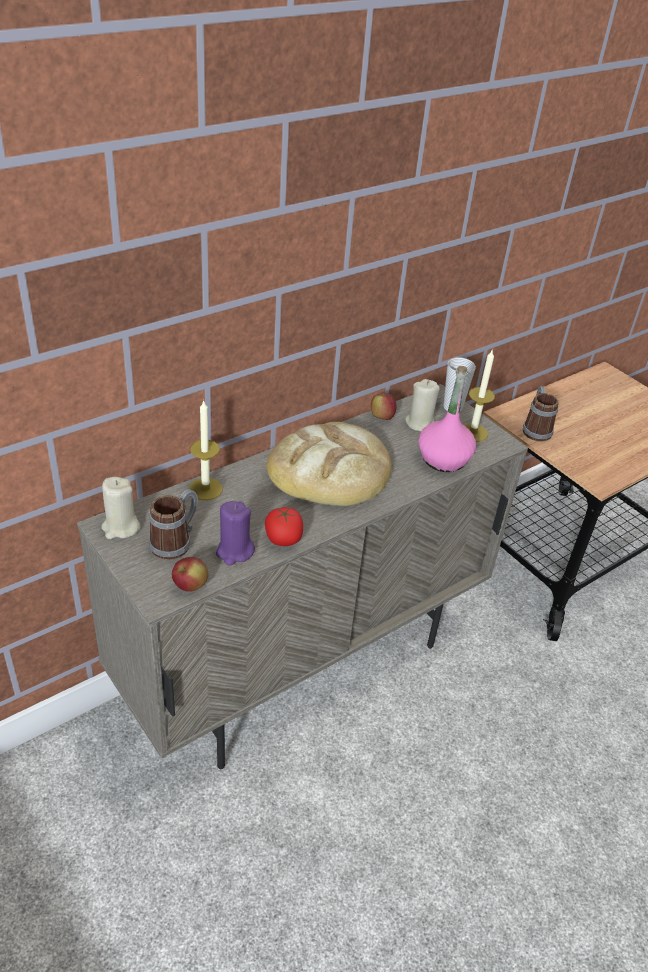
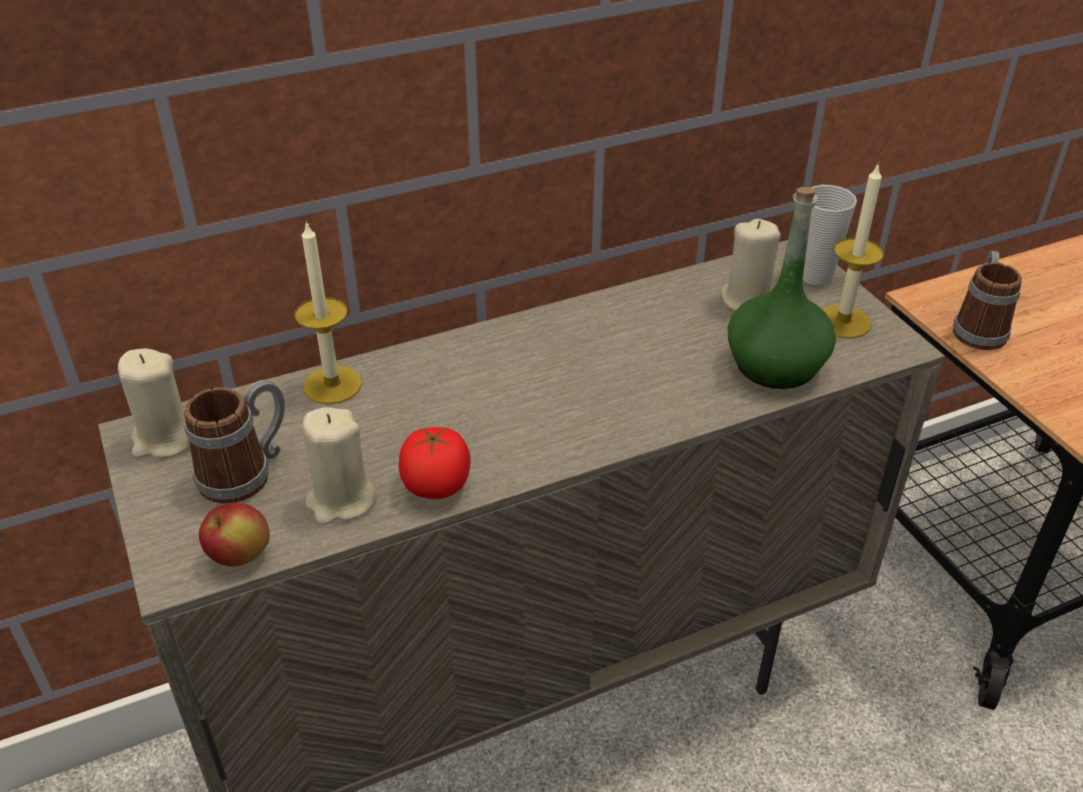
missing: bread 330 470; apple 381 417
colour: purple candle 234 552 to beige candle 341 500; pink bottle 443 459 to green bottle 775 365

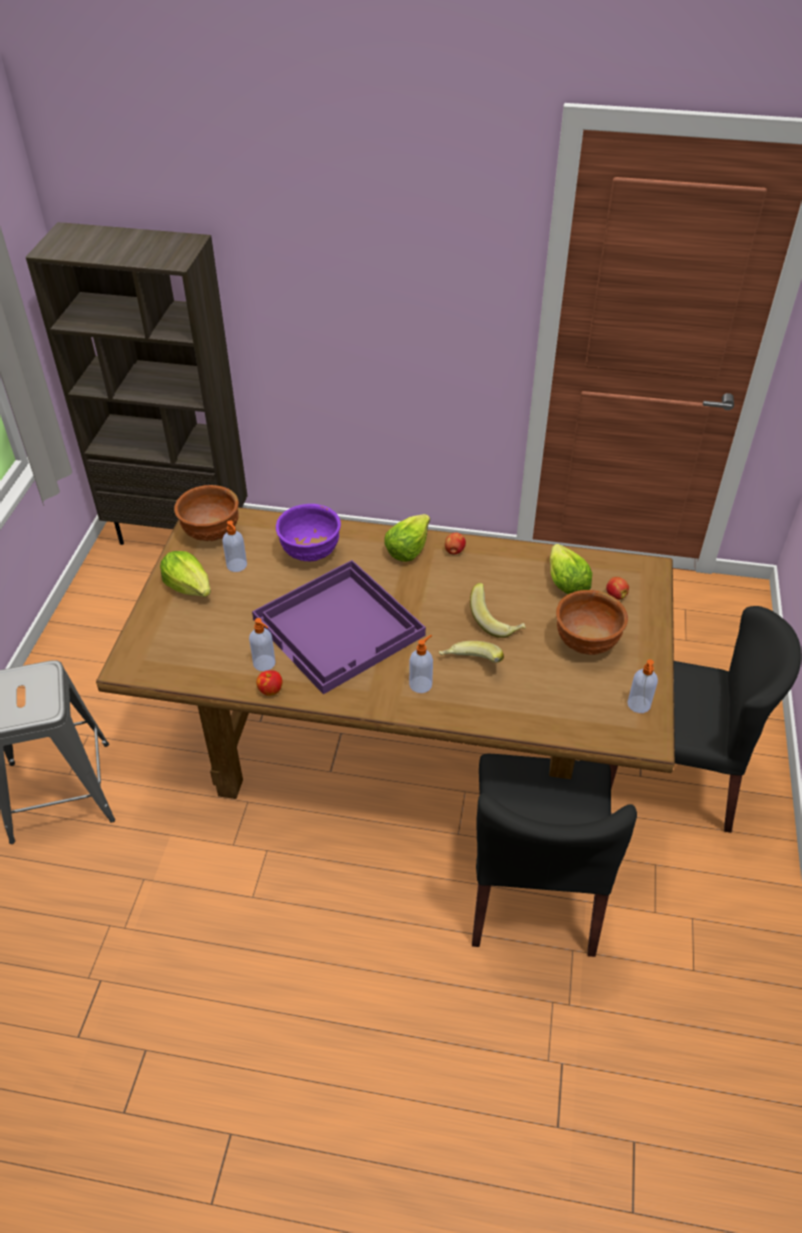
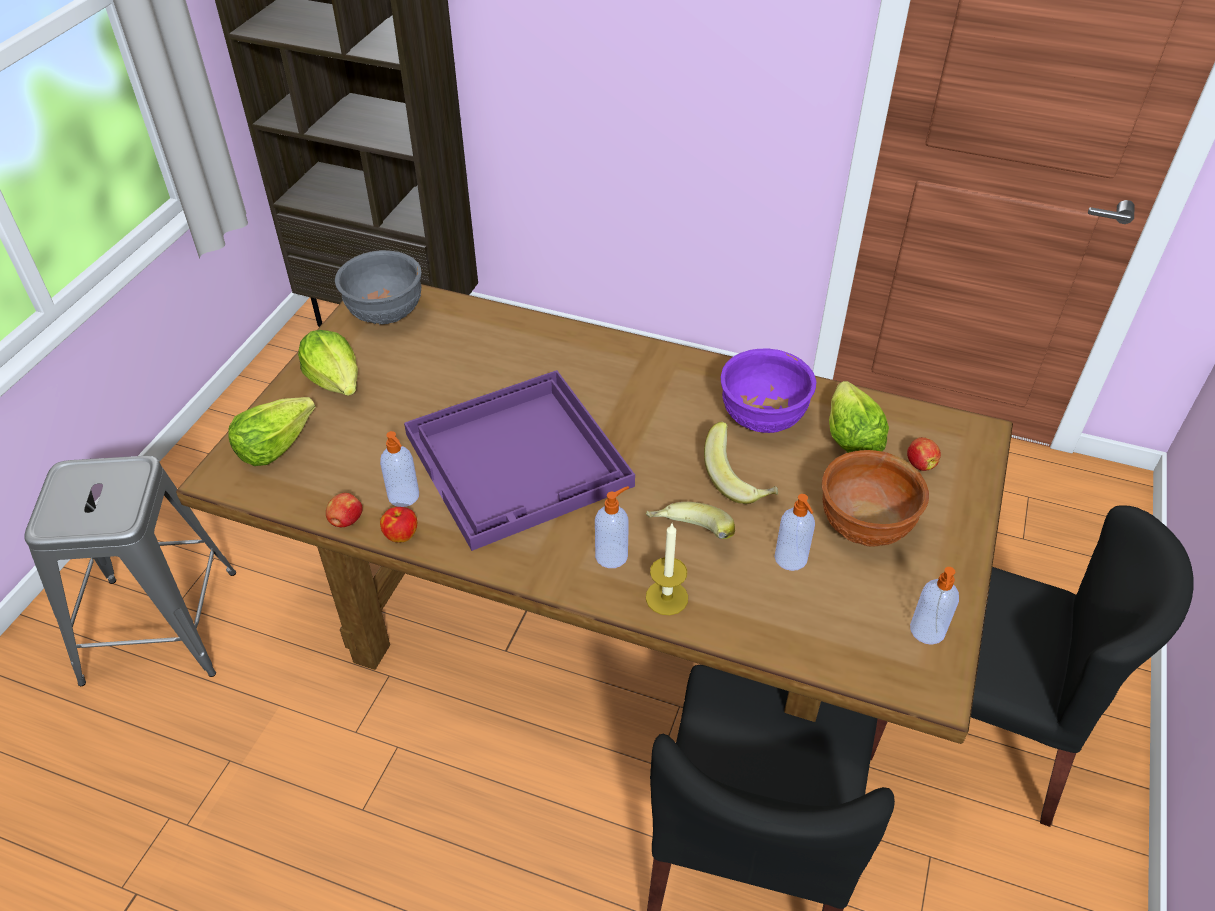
appeared: candle 666 597
relocated: soap dispenser 237 566 to 791 559; purple bowl 309 553 to 761 419; lettuce 407 548 to 274 445; apple 454 551 to 346 521
colour: brown bowl 210 533 to grey bowl 385 314

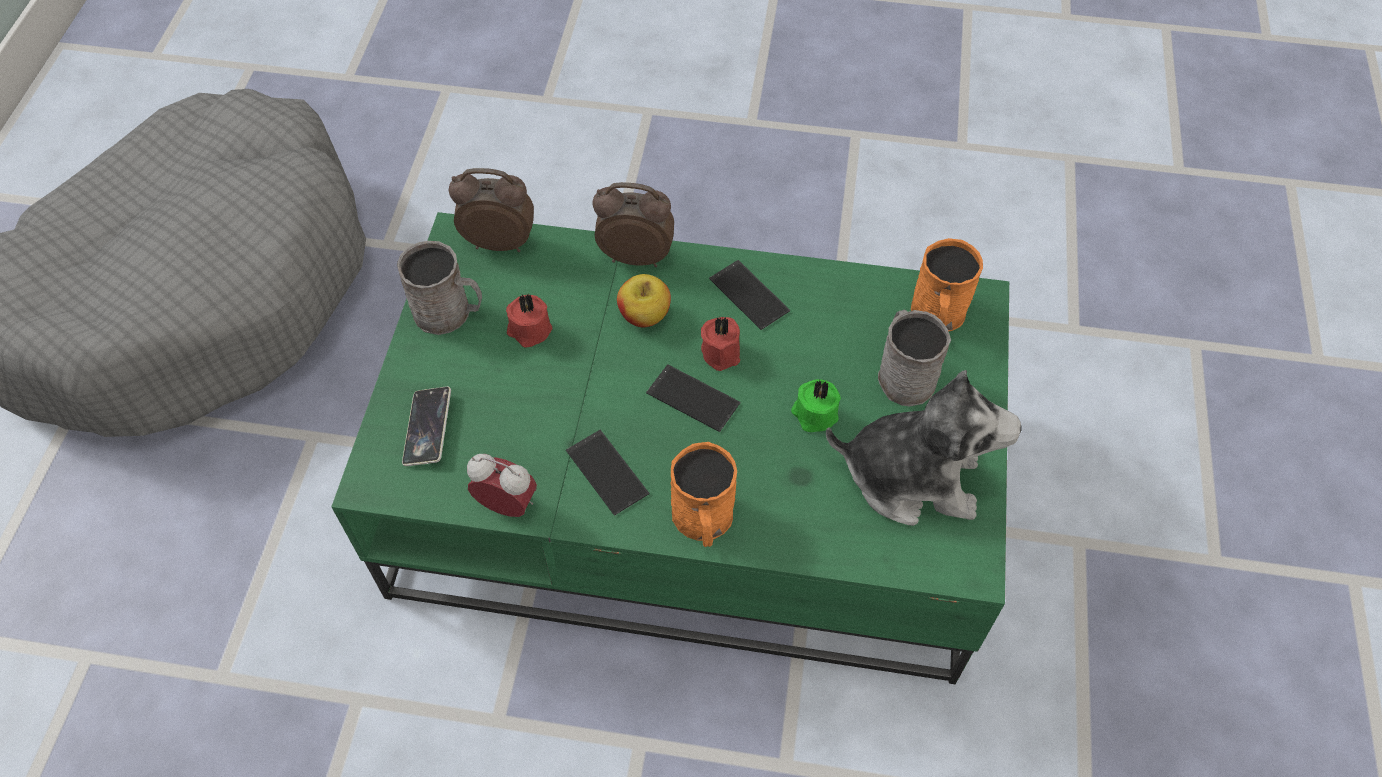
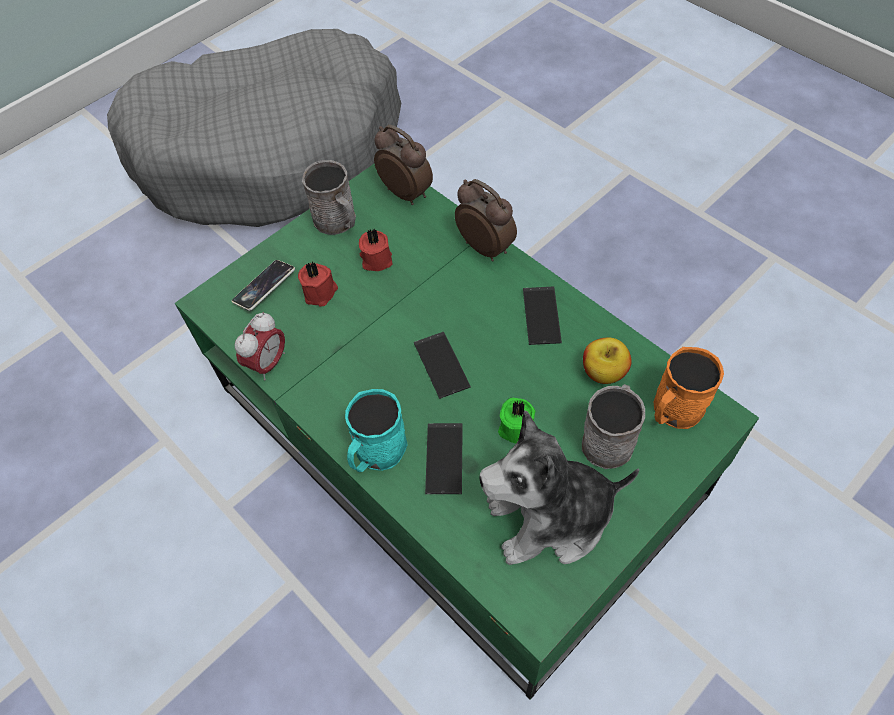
relocated: phone 607 472 to 444 458; apple 644 315 to 603 372; red candle 722 352 to 321 293
colour: orange mug 703 521 to turquoise mug 376 453
spun: alarm clock 507 505 = 268 364 60 degrees clockwise; plush toy 912 476 = 550 517 120 degrees clockwise

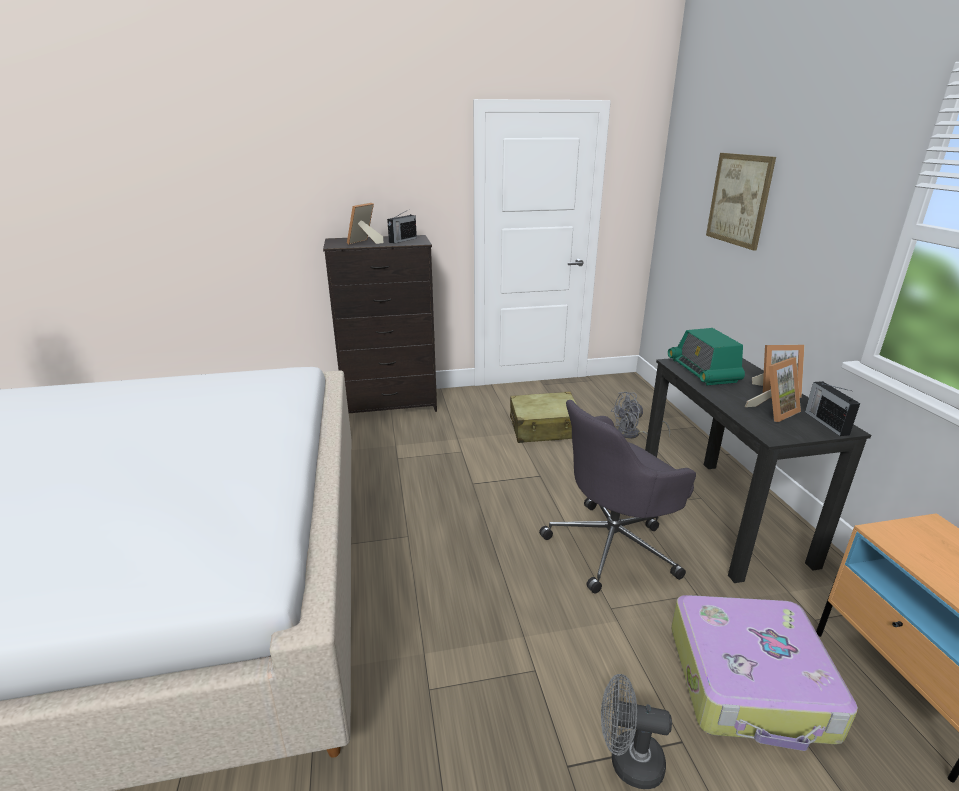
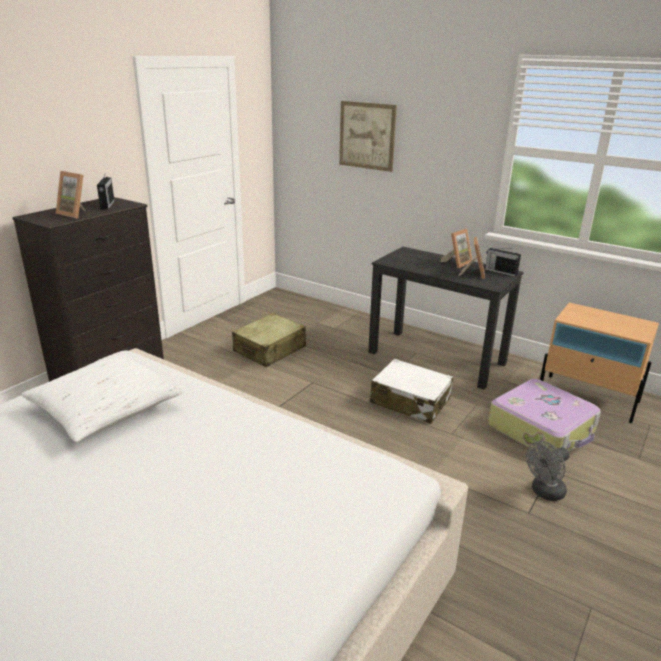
missing: grey fan 633 435; radio 703 371
appeared: white pillow 105 409
exchanged: grey office chair 613 546 to white suitcase 410 401
spun: picture frame 364 243 = 76 214 45 degrees counterclockwise

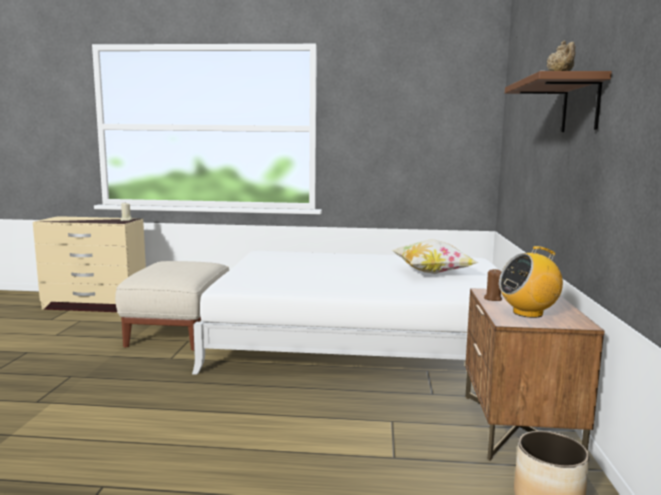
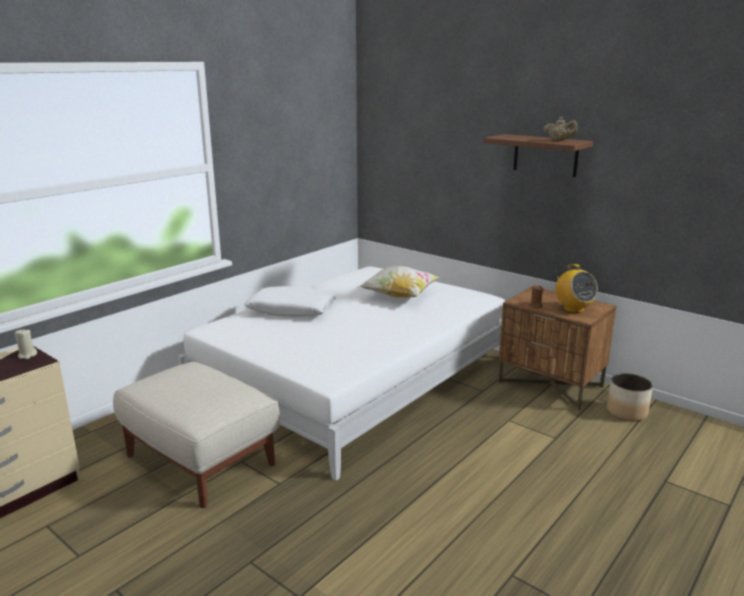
appeared: white pillow 291 310
spun: radio 528 313 = 573 309 45 degrees counterclockwise

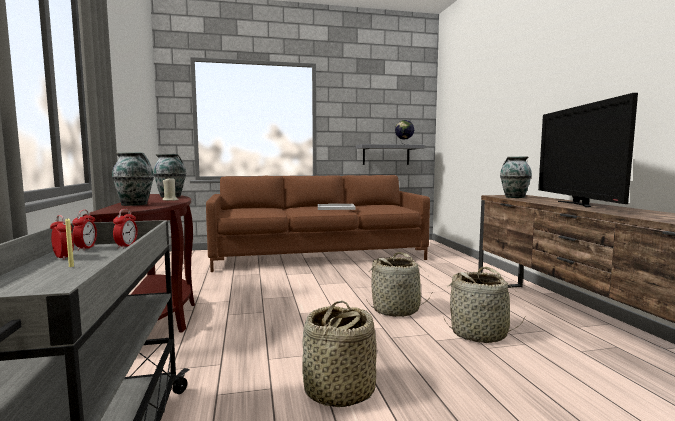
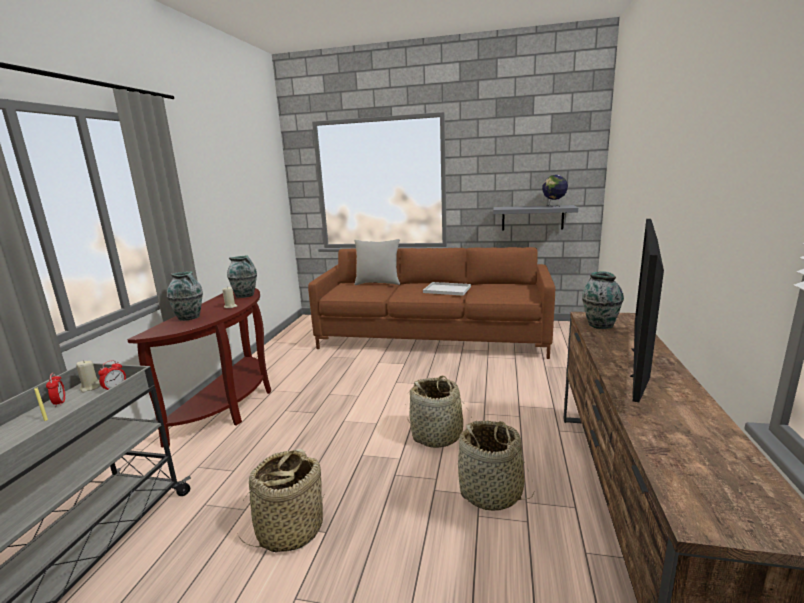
appeared: grey pillow 378 283
exchanged: alarm clock 86 248 to beige candle 90 388

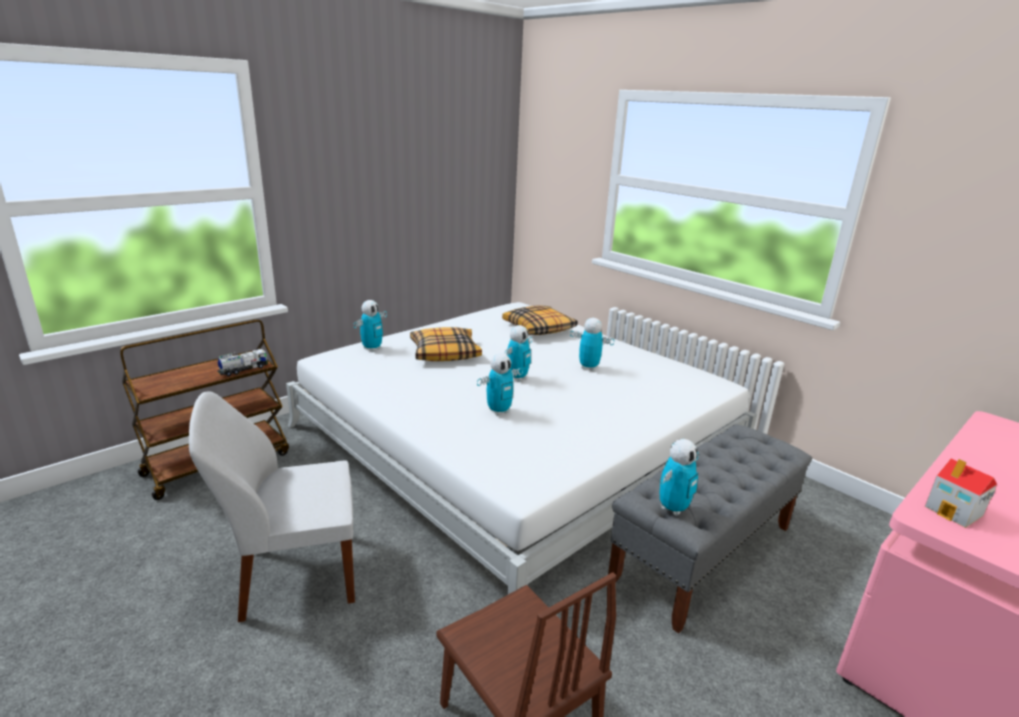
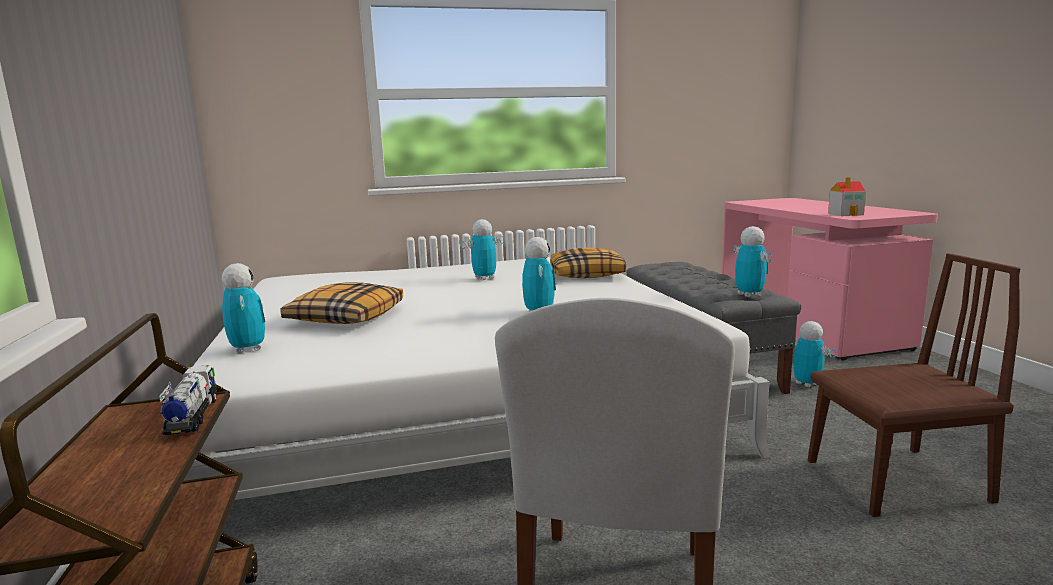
relocated: pillow 539 328 to 587 274; toy robot 517 378 to 806 384

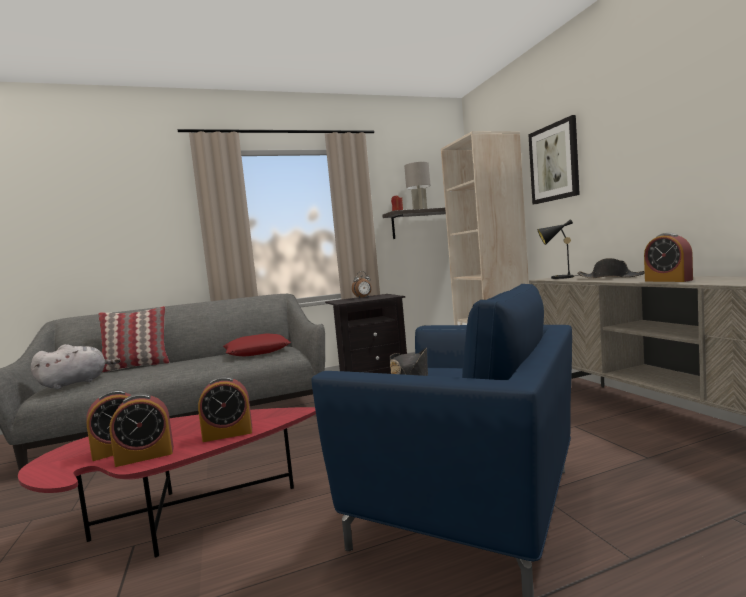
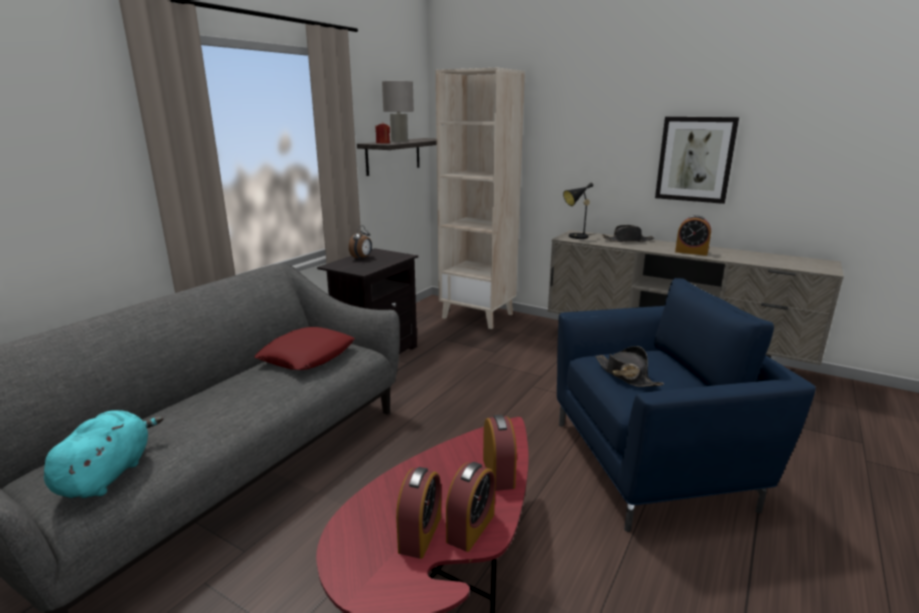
missing: pillow 136 366
relocated: picture 554 162 to 695 159
colour: grey plush toy 76 383 to turquoise plush toy 108 474
spun: alarm clock 228 434 = 498 473 45 degrees counterclockwise

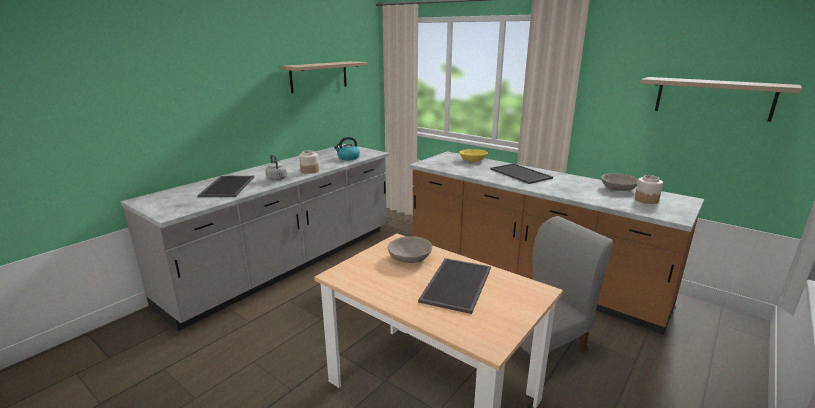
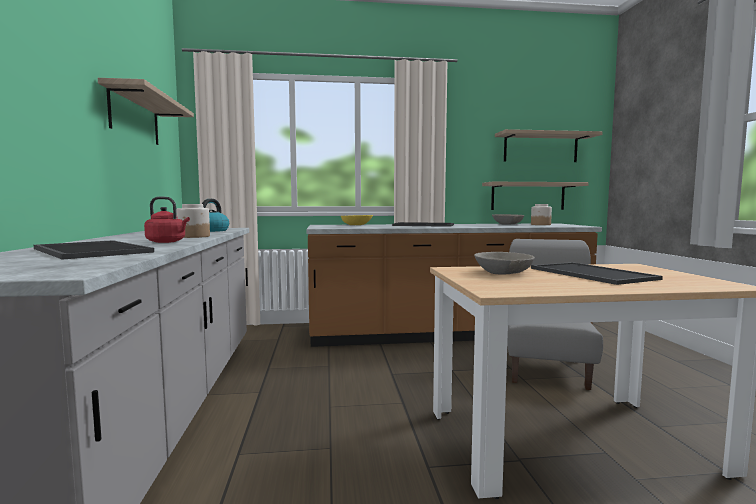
appeared: shelf 528 196
colour: grey kettle 277 179 to red kettle 168 242

